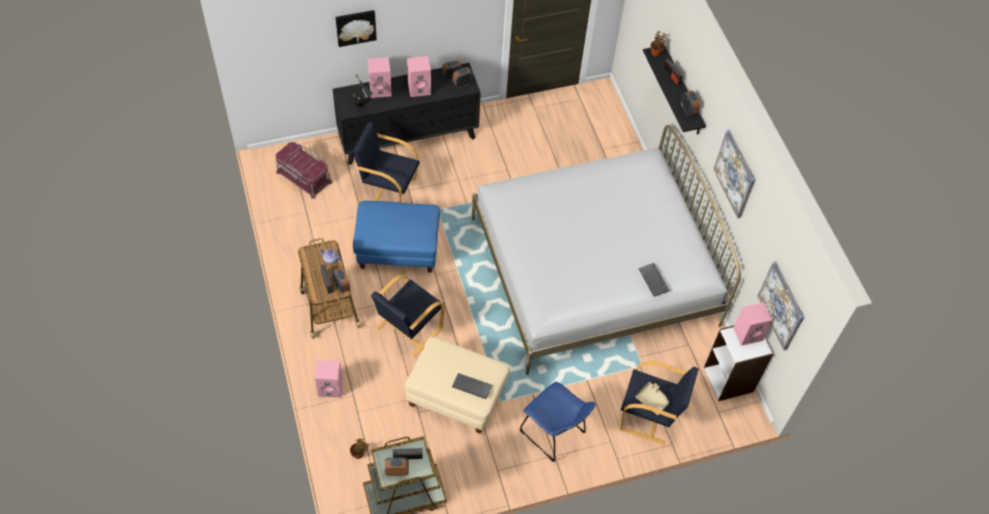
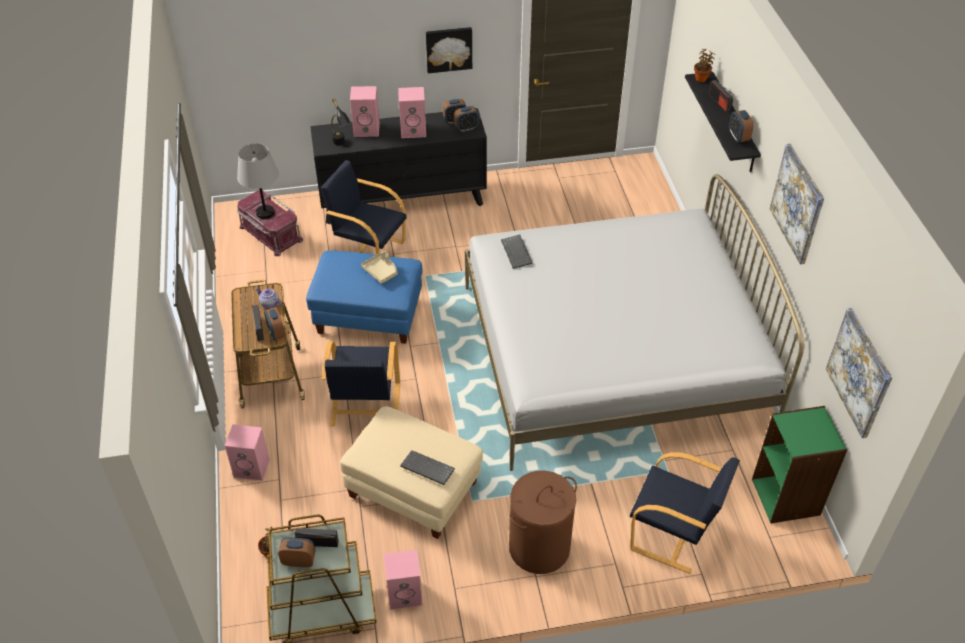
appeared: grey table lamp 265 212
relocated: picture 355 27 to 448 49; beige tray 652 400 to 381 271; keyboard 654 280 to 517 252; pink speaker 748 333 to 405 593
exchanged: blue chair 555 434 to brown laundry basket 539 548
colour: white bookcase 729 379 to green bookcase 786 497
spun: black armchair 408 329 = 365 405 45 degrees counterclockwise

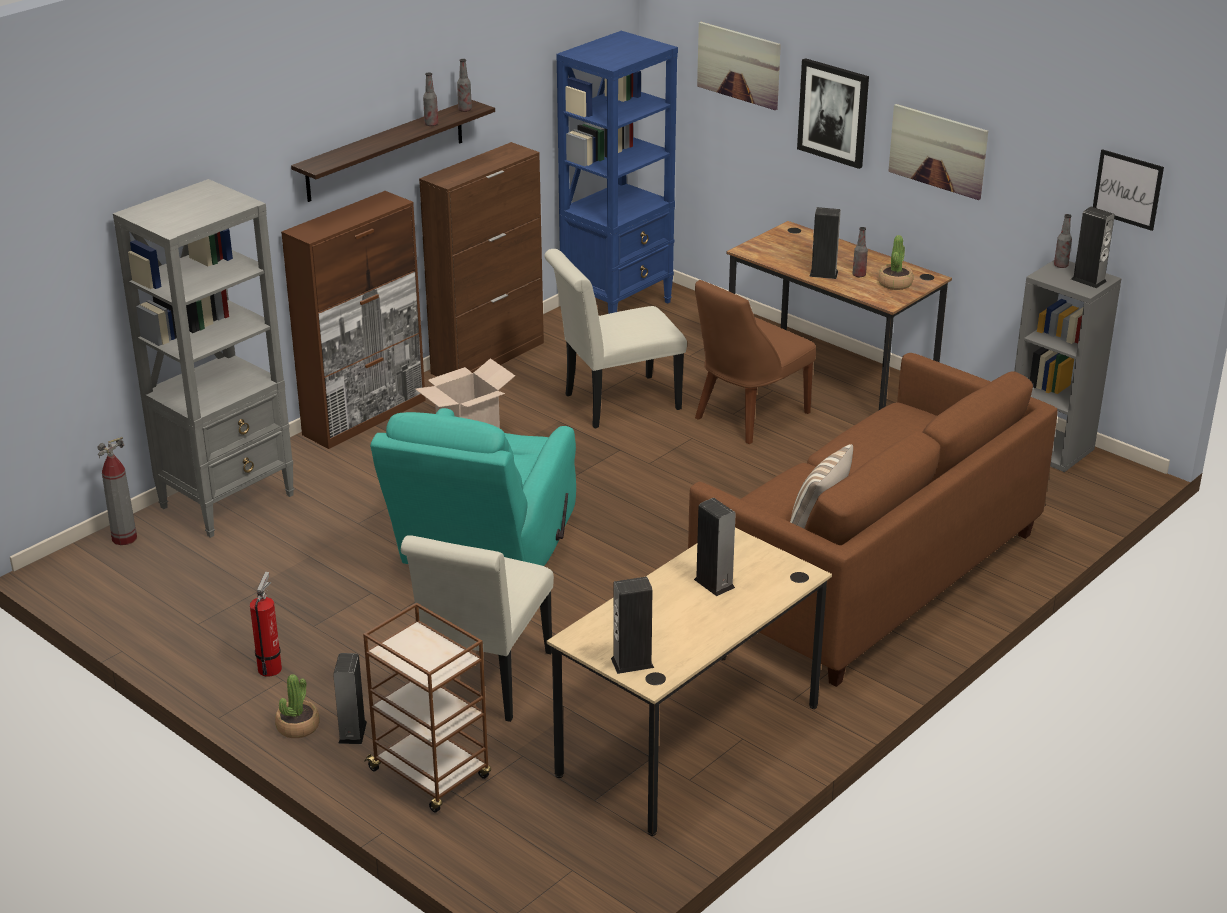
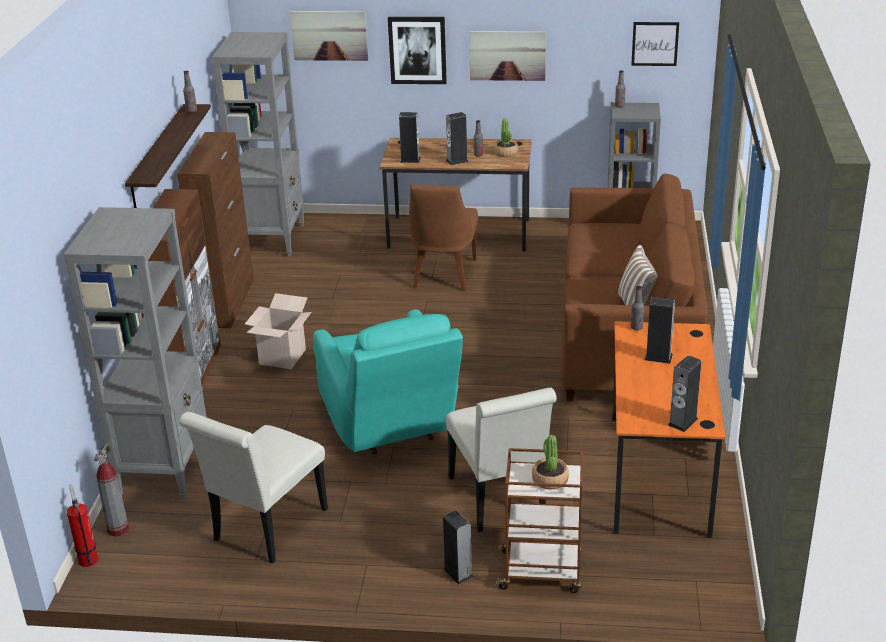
relocated: fire extinguisher 271 667 to 88 558; potted plant 298 726 to 550 479; bottle 431 124 to 636 328; white chair 614 404 to 266 529; speaker 1088 280 to 410 159
colour: beige desk 689 740 to orange desk 658 474; blue bookcase 618 306 to grey bookcase 272 239

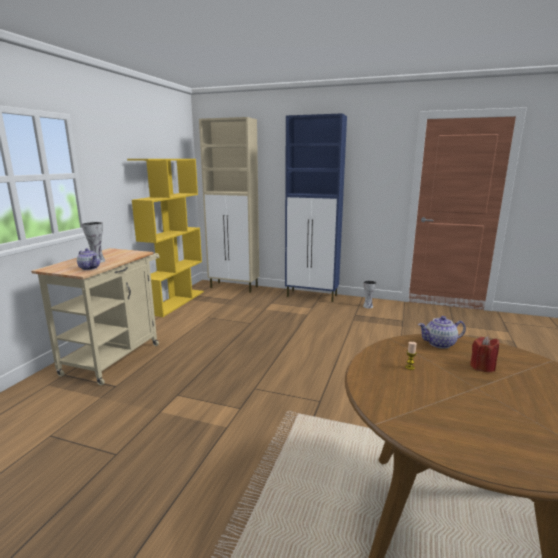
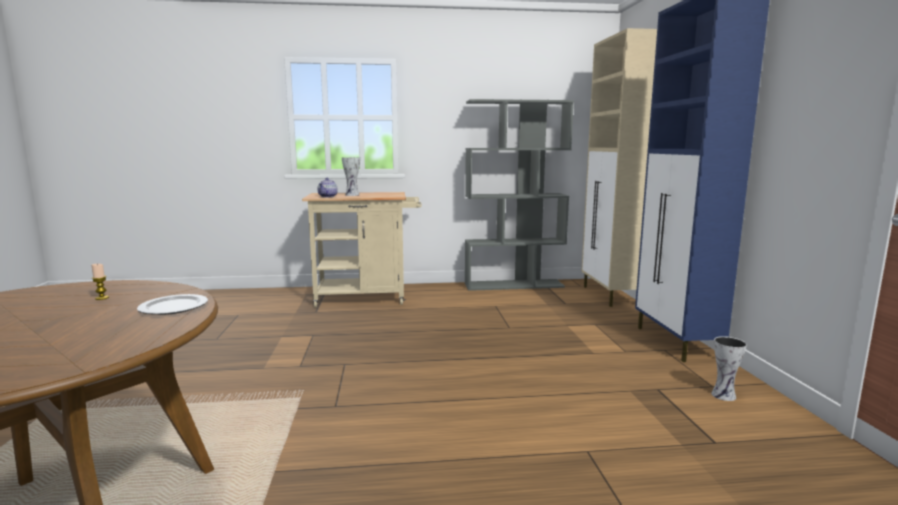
missing: red candle 482 367
exchanged: teapot 440 344 to plate 173 308
colour: yellow bookcase 176 302 to grey bookcase 514 285

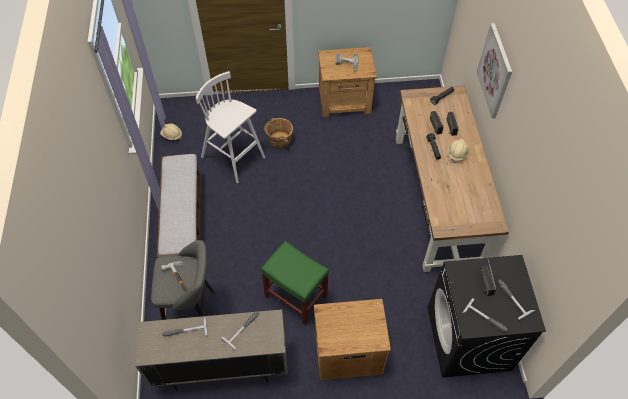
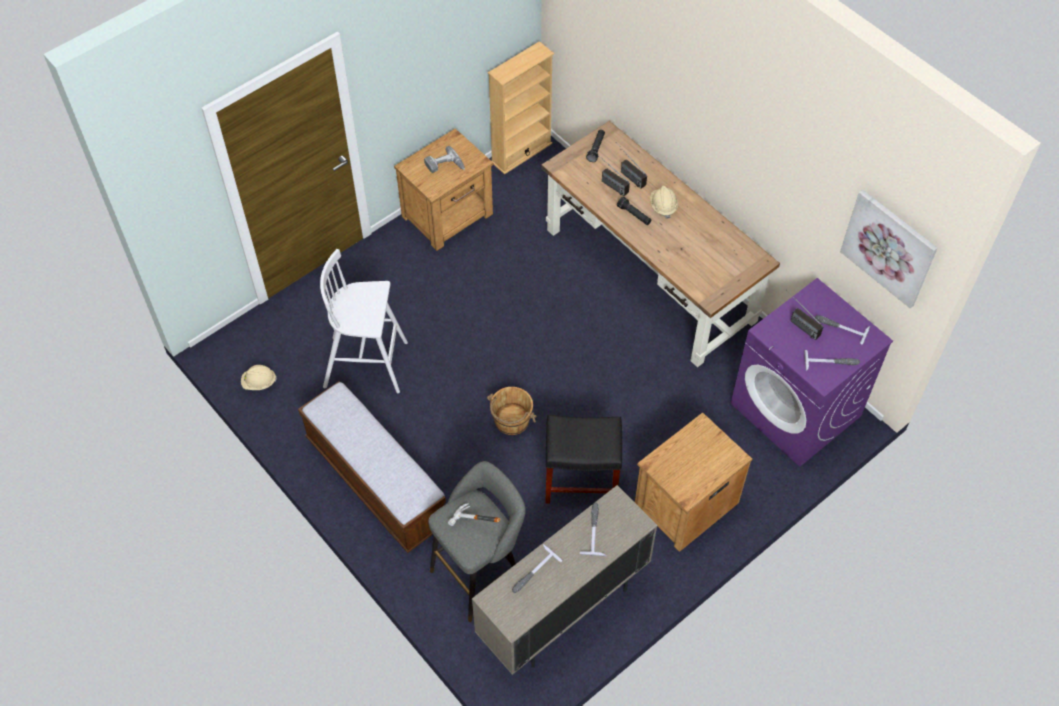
appeared: beige bookcase 521 153
relocated: brown bucket 279 141 to 511 421; picture 495 71 to 889 247
colour: green stool 297 297 to black stool 582 481; black washing machine 469 339 to purple washing machine 796 410

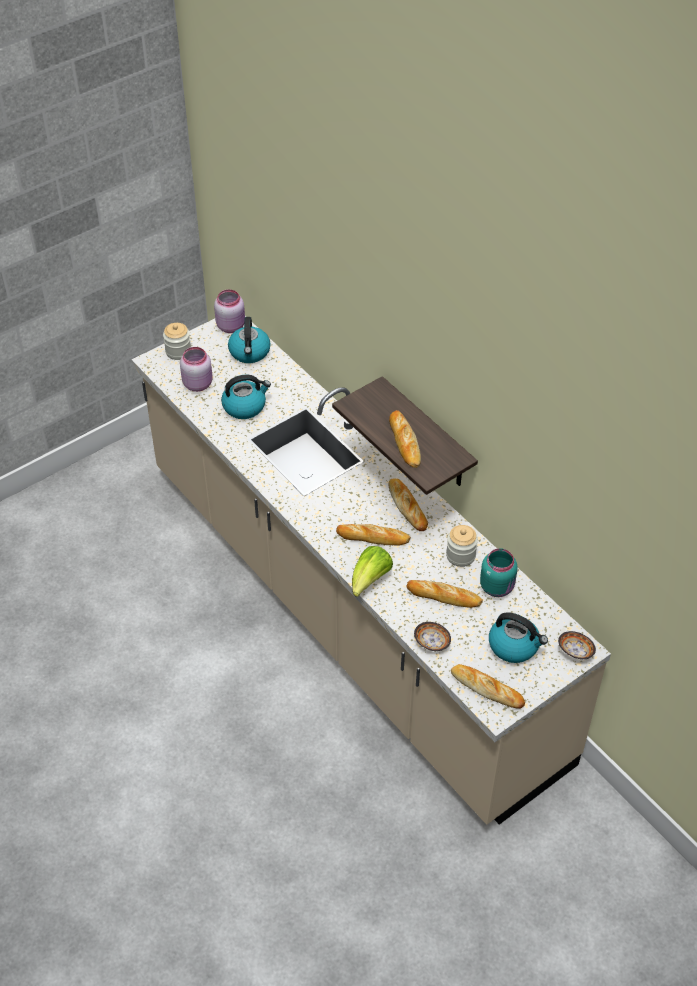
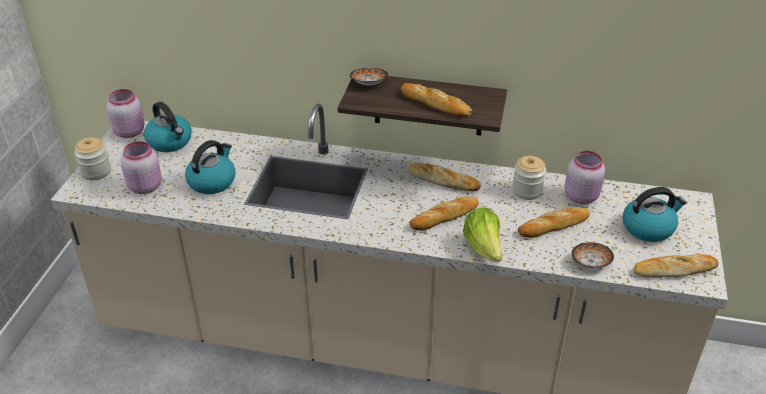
relocated: bowl 575 651 to 369 84
colour: turquoise jar 497 587 to pink jar 581 196

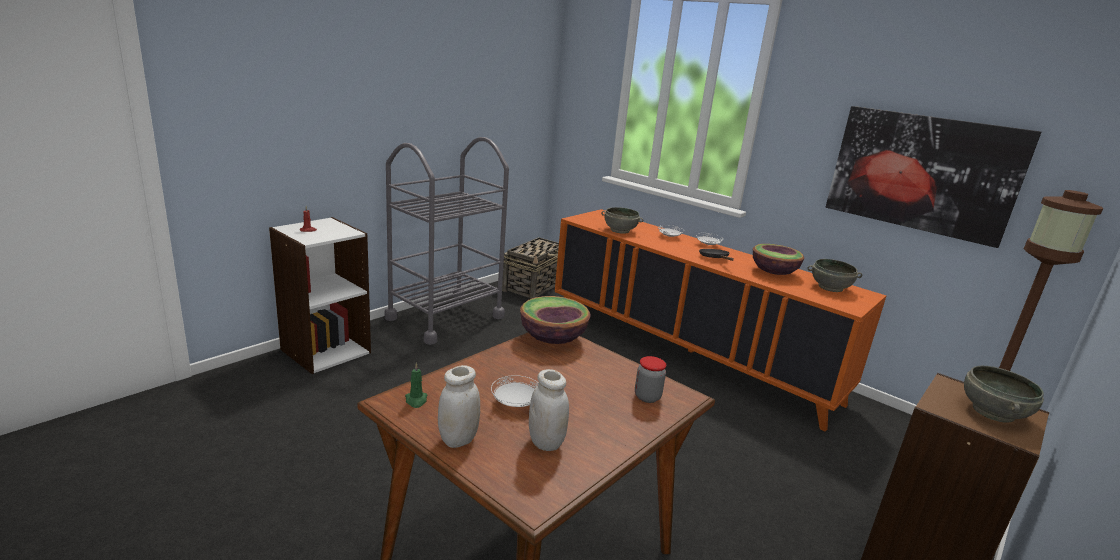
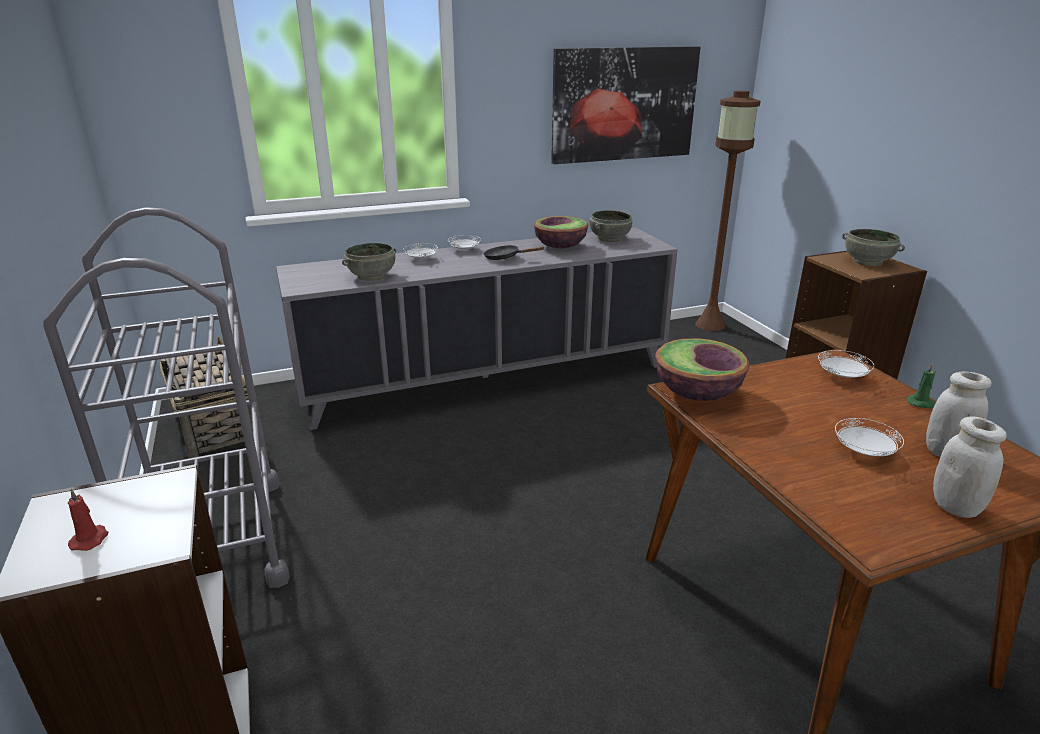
relocated: green candle 416 400 to 921 403
exchanged: jar 647 397 to white plate 841 376
colour: orange cabinet 687 353 to grey cabinet 486 380

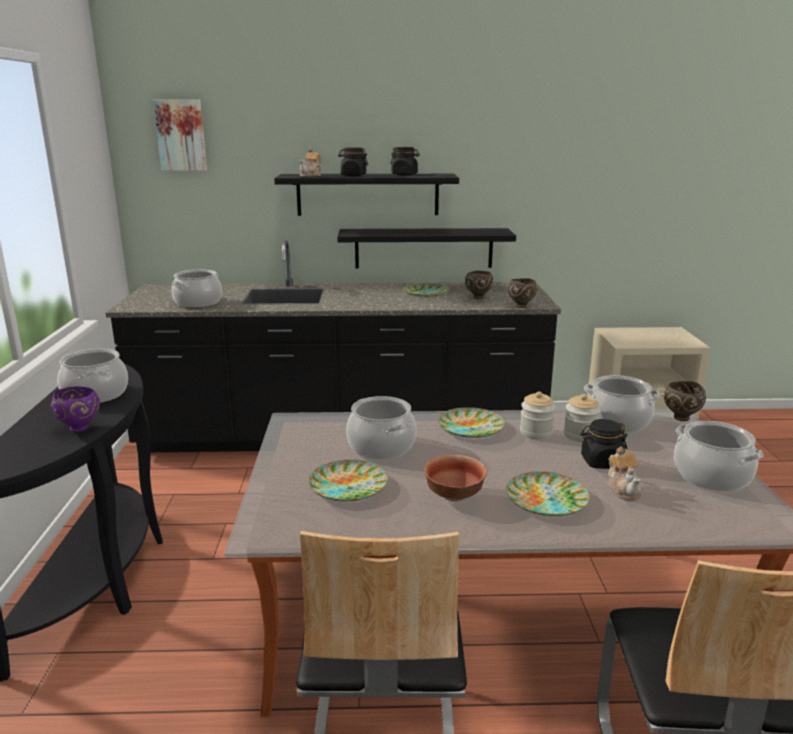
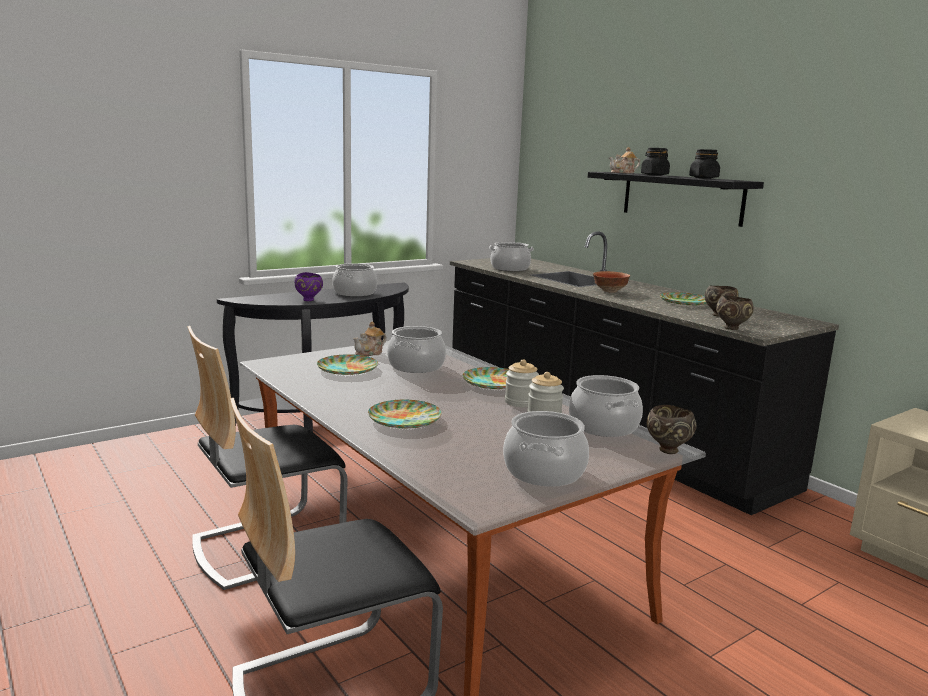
missing: picture 181 135; black shelf 423 248; black jar 601 462
relocated: bowl 455 496 to 610 291; teapot 623 489 to 370 353

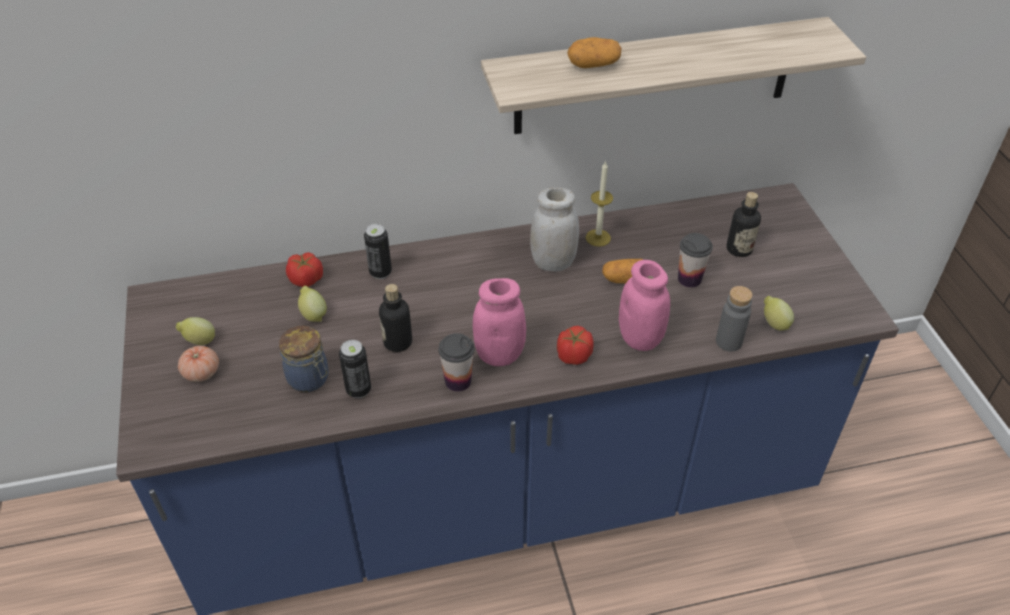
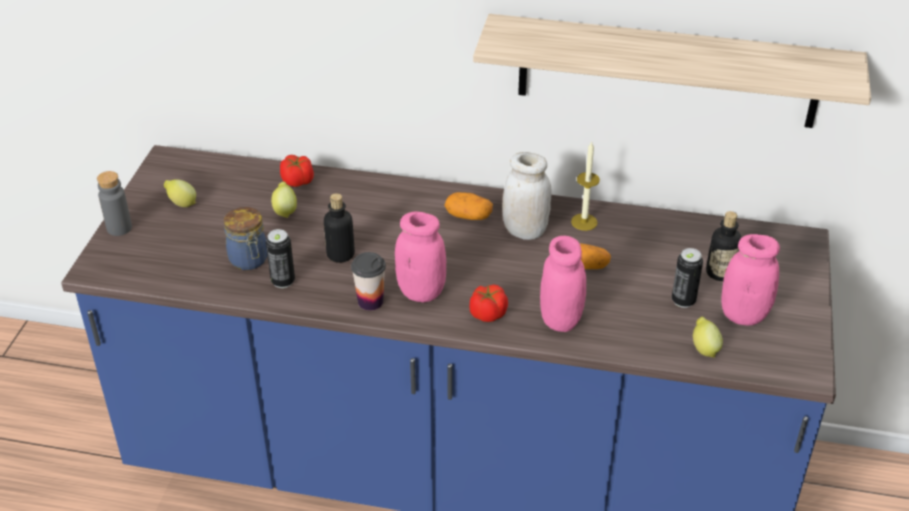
missing: tomato 201 372; cup 689 279
appeared: pink jar 743 315
relocated: can 380 272 to 683 300; potato 593 65 to 468 216; grey bottle 729 341 to 119 228

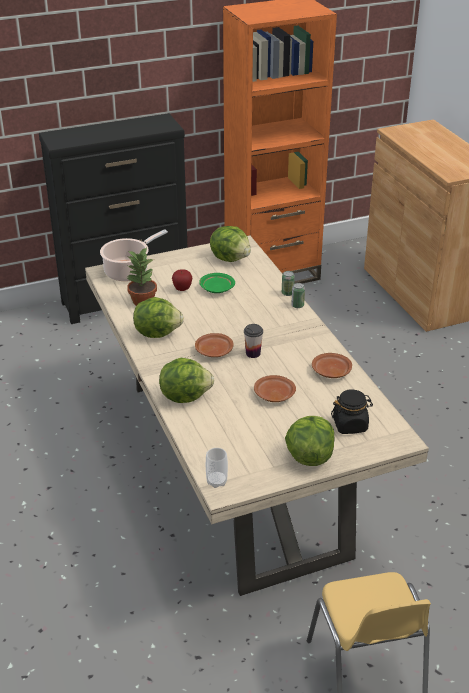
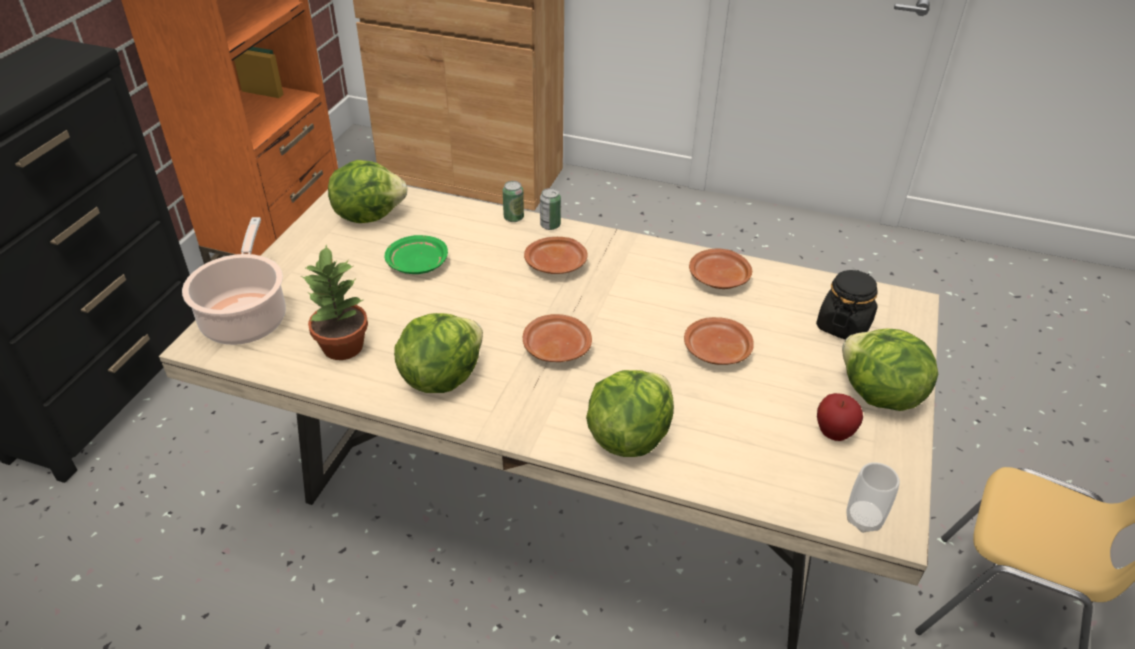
missing: cup 253 353
appeared: brown plate 556 264
relocated: apple 182 289 to 834 433

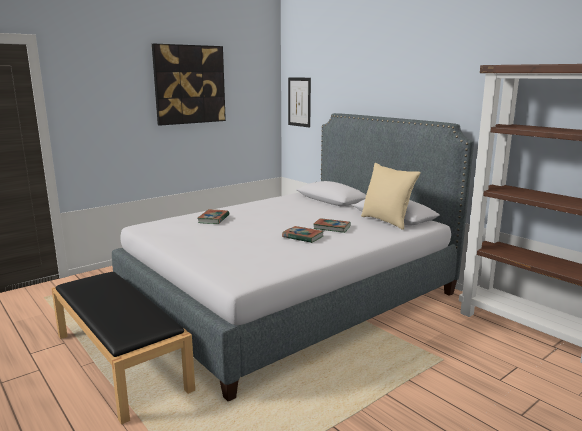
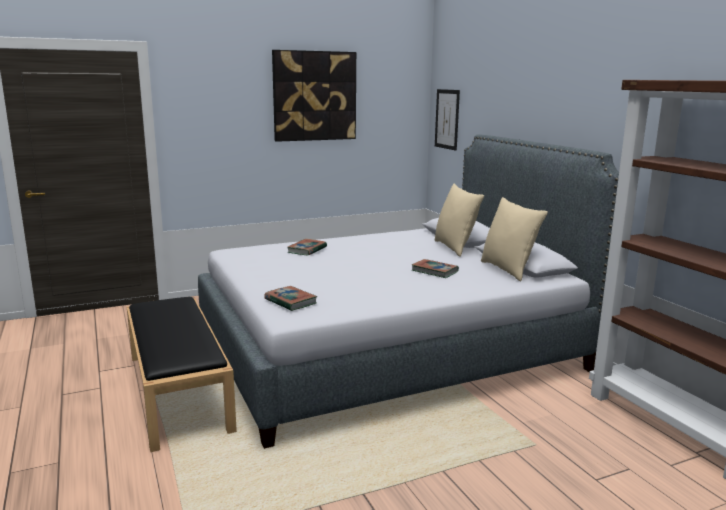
appeared: beige pillow 455 248
relocated: book 302 237 to 290 301

